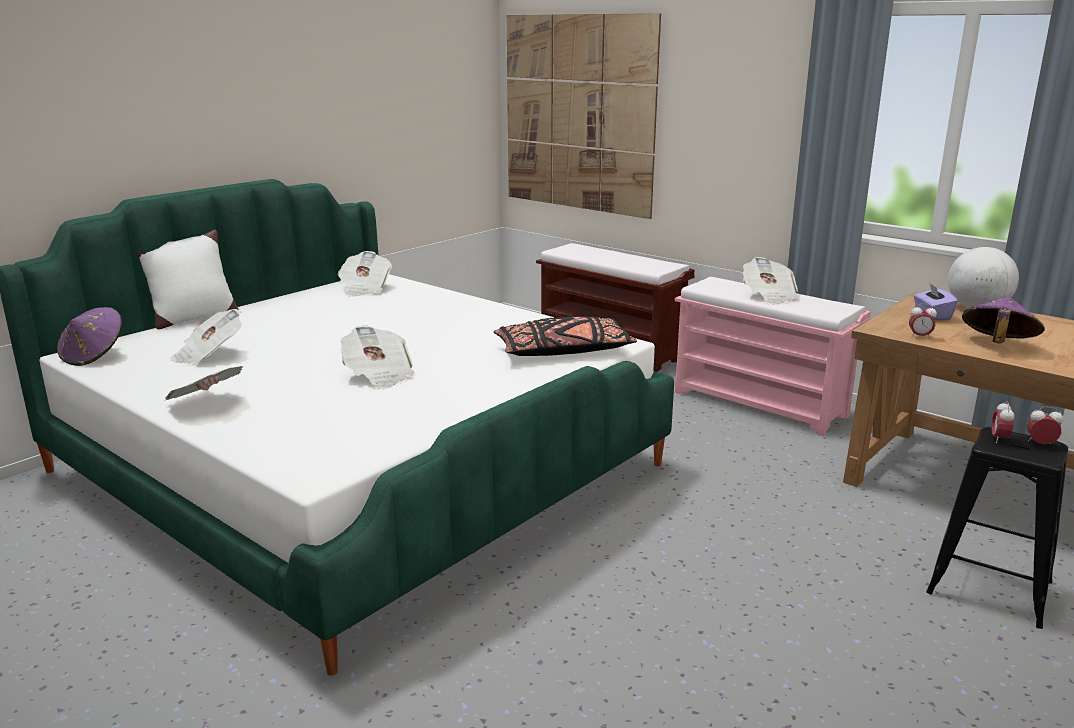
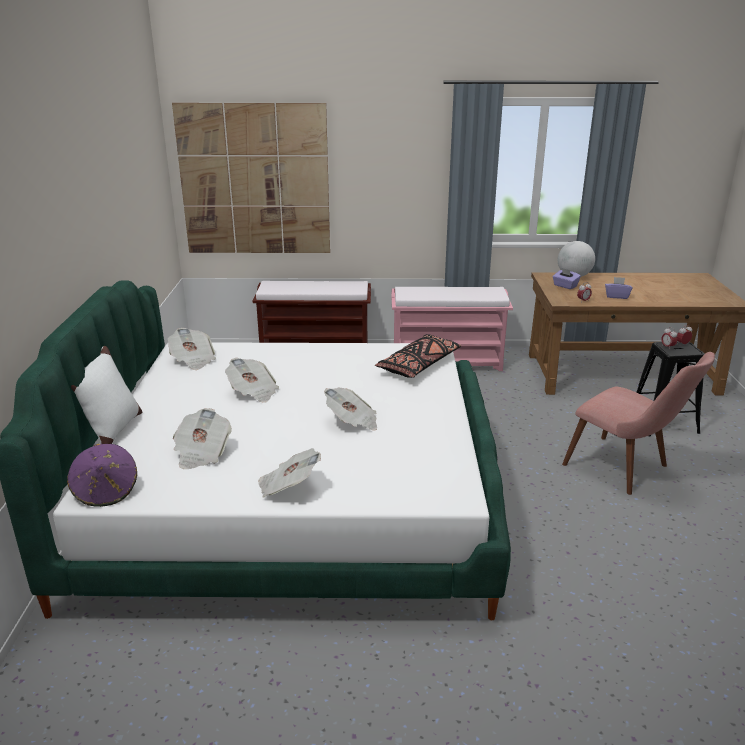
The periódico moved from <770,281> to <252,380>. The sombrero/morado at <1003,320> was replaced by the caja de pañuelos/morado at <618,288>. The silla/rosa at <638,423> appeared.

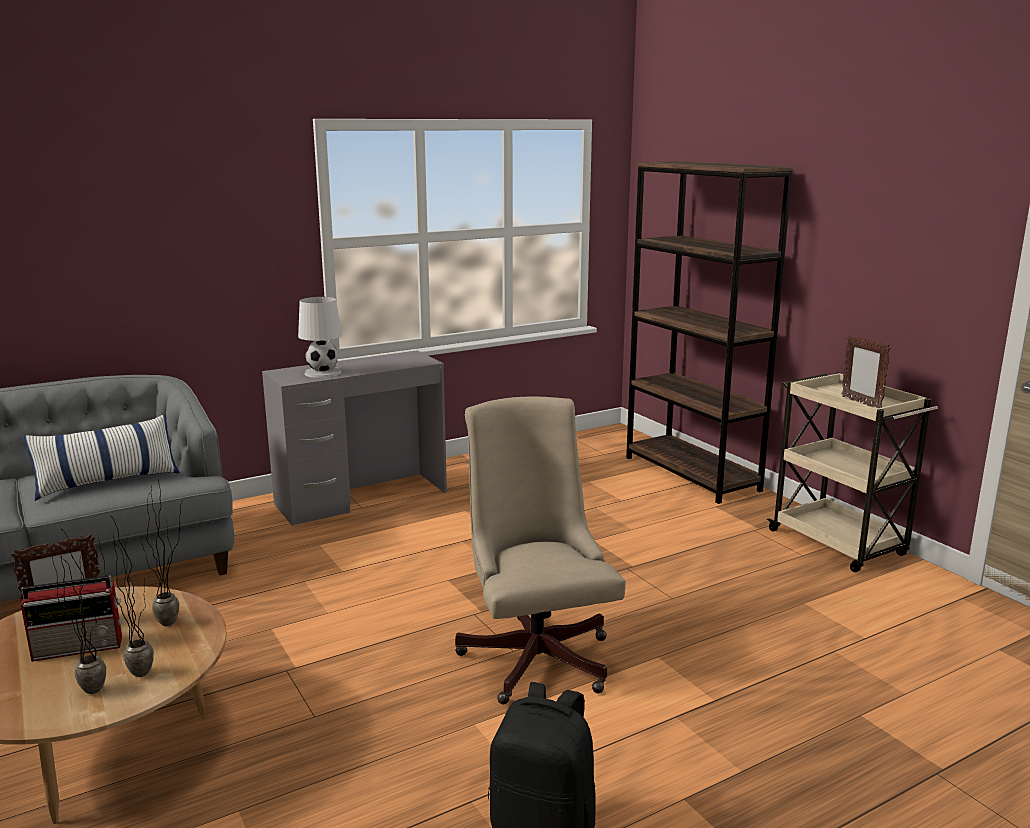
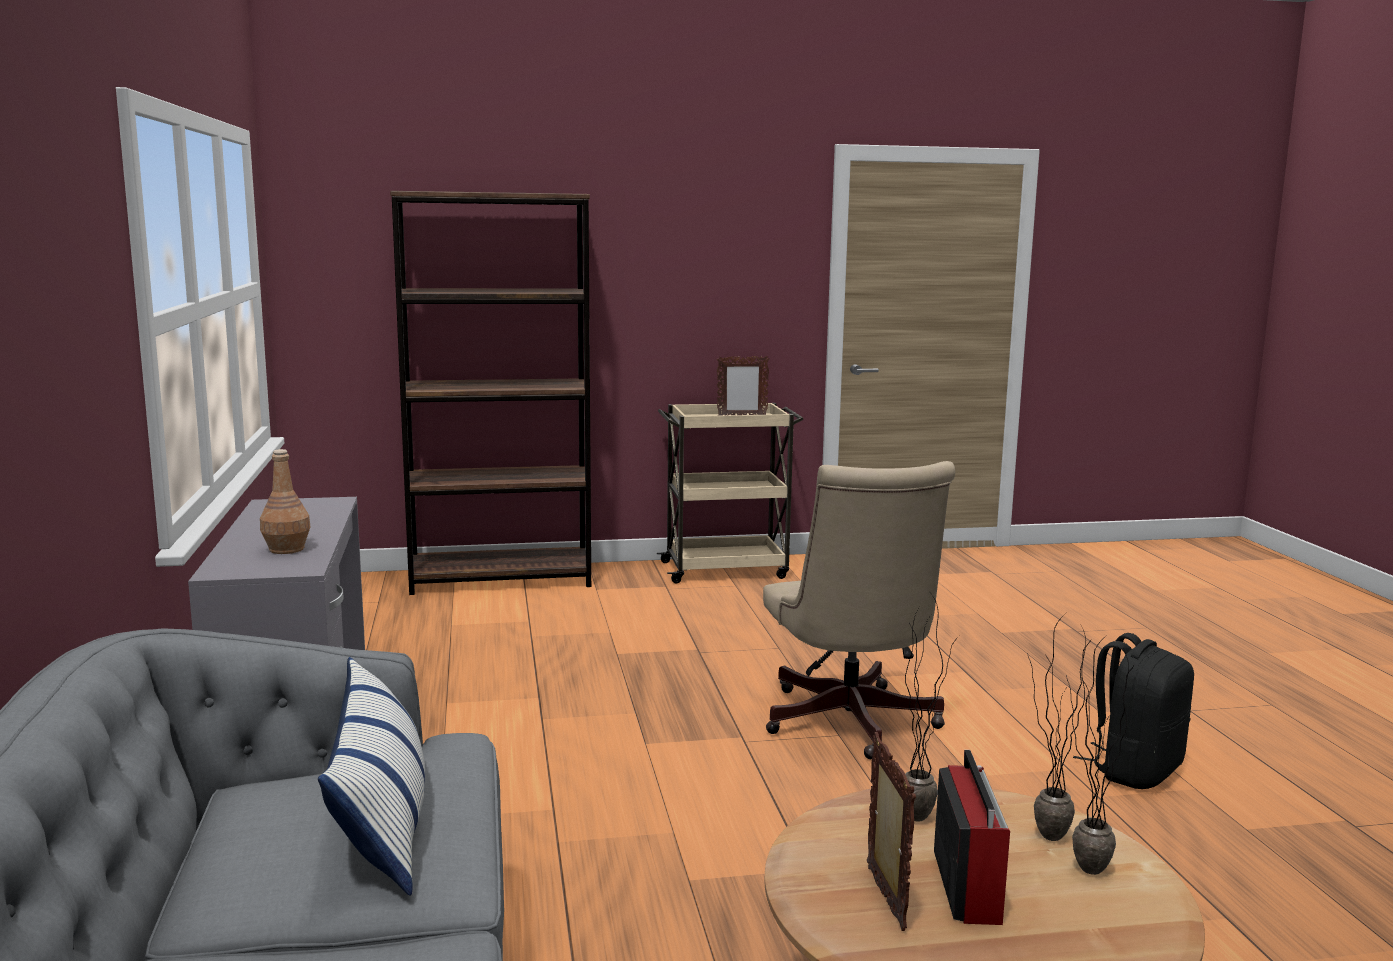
The lámpara de mesa/blanco at <320,337> was replaced by the botella/marrón at <285,501>. The silla de oficina/beis at <540,551> turned 105 degrees counterclockwise.

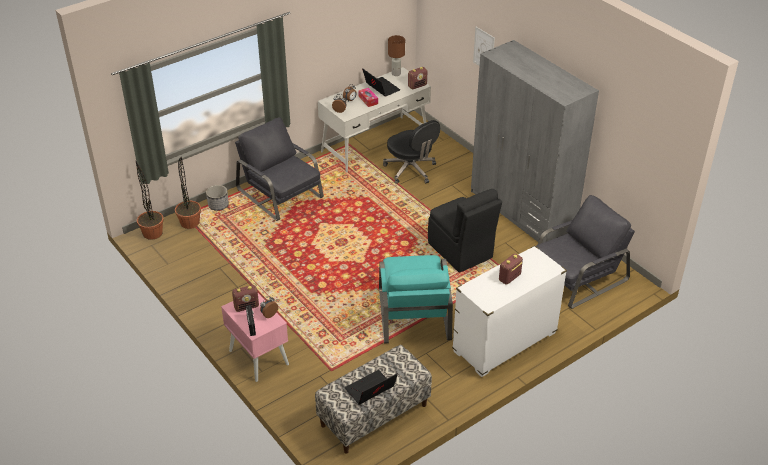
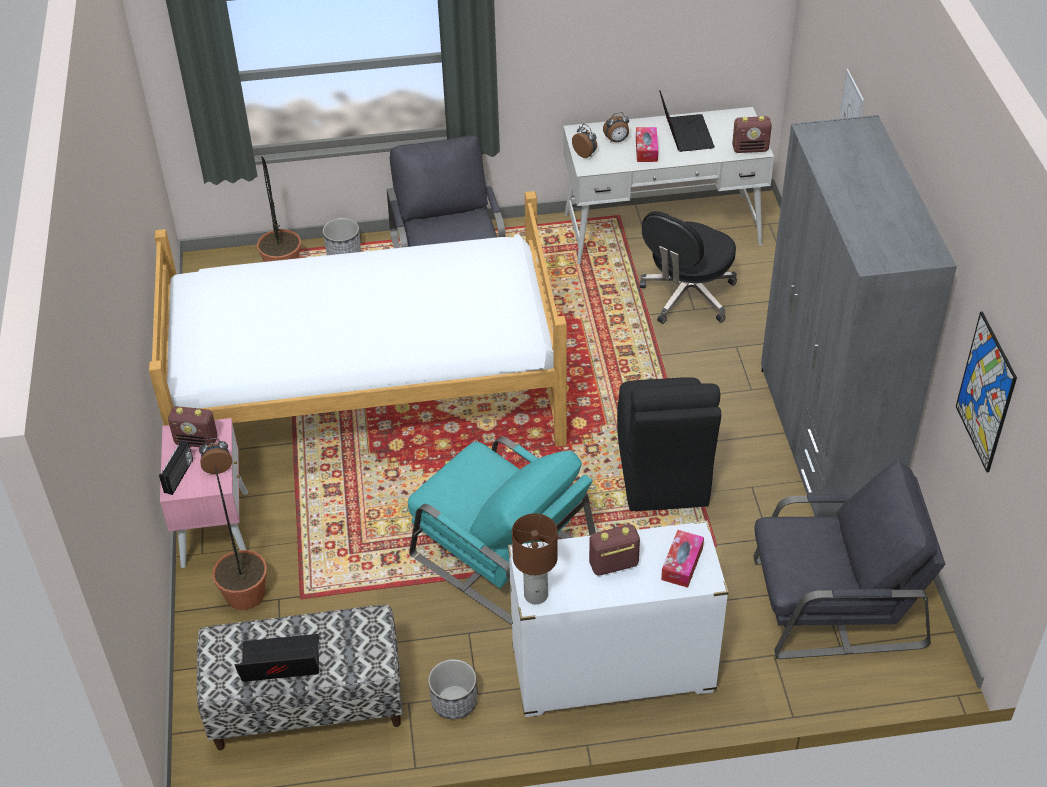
The lámpara de mesa/marrón moved from <396,55> to <535,558>. The silla de oficina/negro at <411,152> turned 45 degrees clockwise. The planta en maceta moved from <149,200> to <239,538>. The sillón/turquesa at <416,299> turned 75 degrees counterclockwise. The cama at <358,319> appeared. The cuadro at <986,392> appeared. The caja de pañuelos at <682,559> appeared. The maceta at <452,689> appeared.

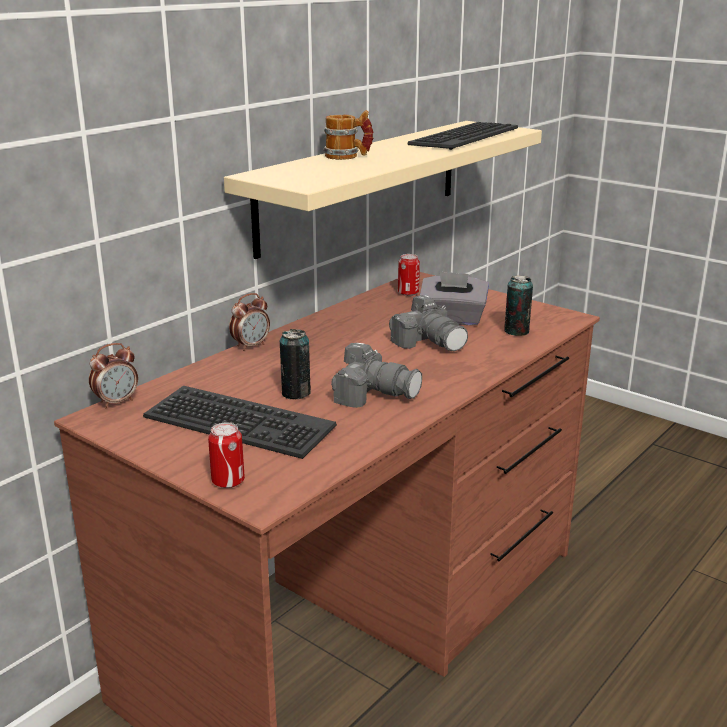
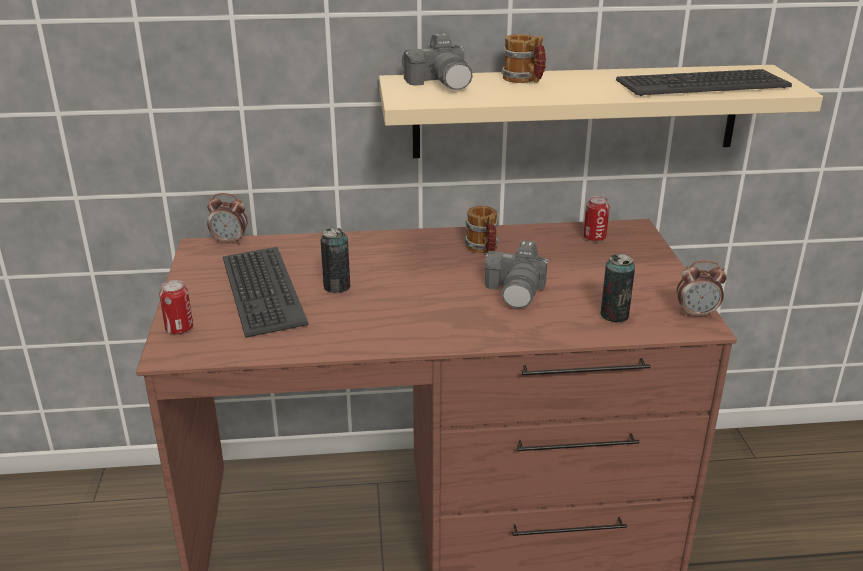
The caja de pañuelos/gris at <454,298> disappeared. The despertador moved from <249,322> to <702,289>. The cámara moved from <376,375> to <437,62>. The taza grande at <481,230> appeared.

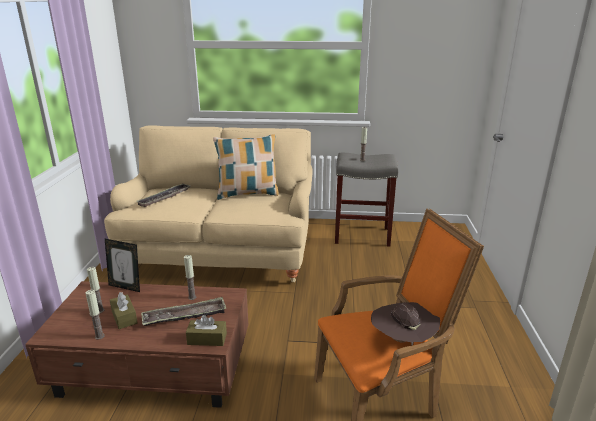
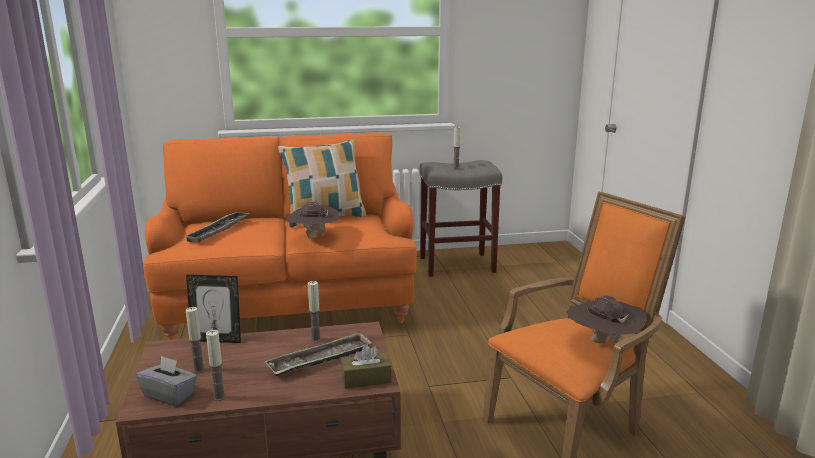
The sofá/beis at <208,203> became the sofá/naranja at <280,236>. The caja de pañuelos/marrón at <124,310> disappeared. The sombrero/marrón at <312,220> appeared. The caja de pañuelos/gris at <166,380> appeared.

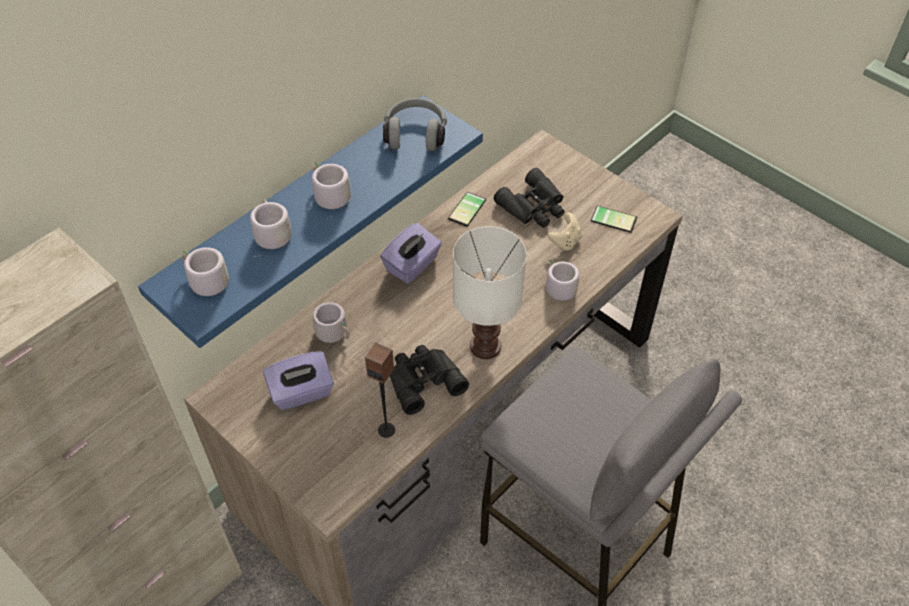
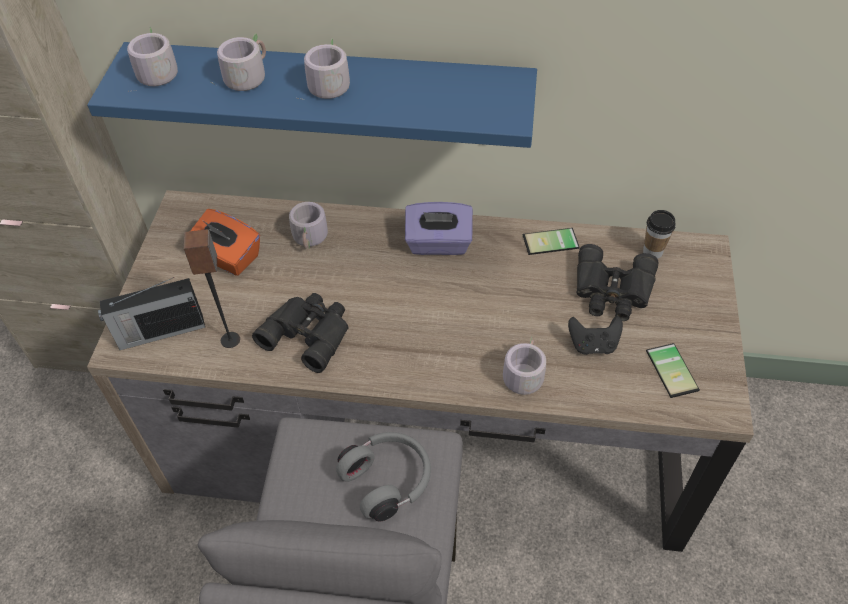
The auriculares/gris moved from <415,124> to <383,476>. The mando de consola/beis at <564,232> became the mando de consola/negro at <595,335>. The lámpara de mesa/blanco at <489,292> disappeared. The caja de pañuelos/morado at <298,380> became the caja de pañuelos/naranja at <225,242>. The taza at <659,234> appeared. The radio at <151,313> appeared.

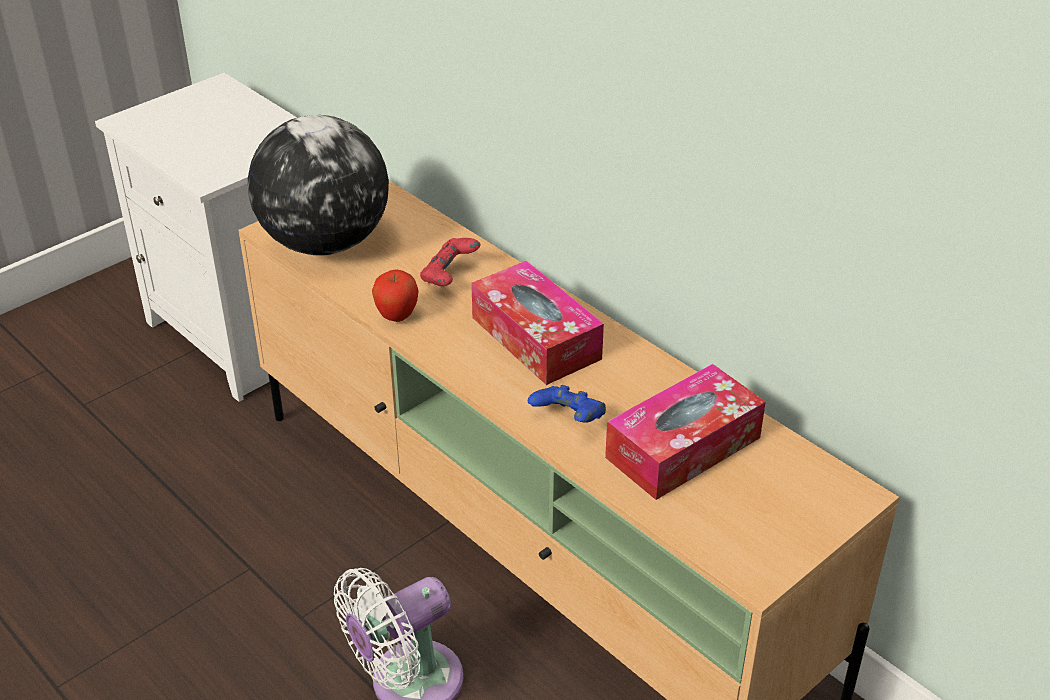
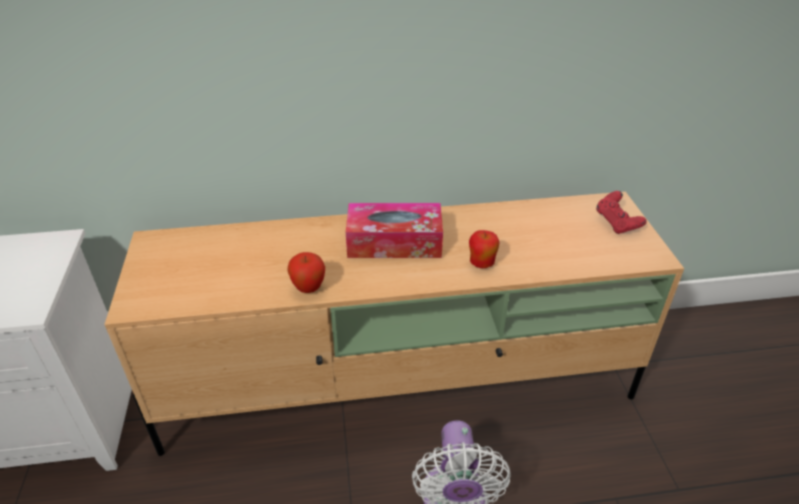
The globo terráqueo at <318,185> disappeared. The mando de consola/rojo moved from <450,262> to <621,212>. The caja de pañuelos at <685,432> disappeared. The mando de consola/azul at <567,404> was replaced by the manzana at <484,249>.

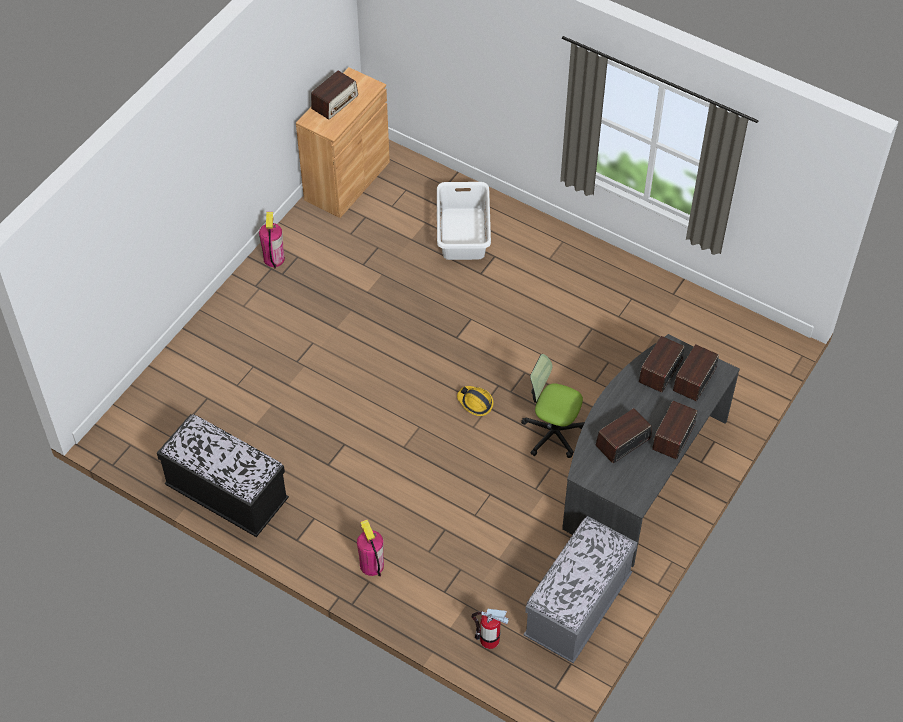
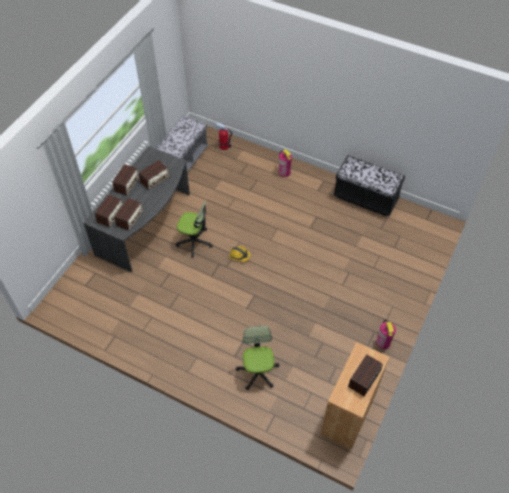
The cesto de la ropa/blanco at <464,221> was replaced by the silla de oficina at <258,358>.

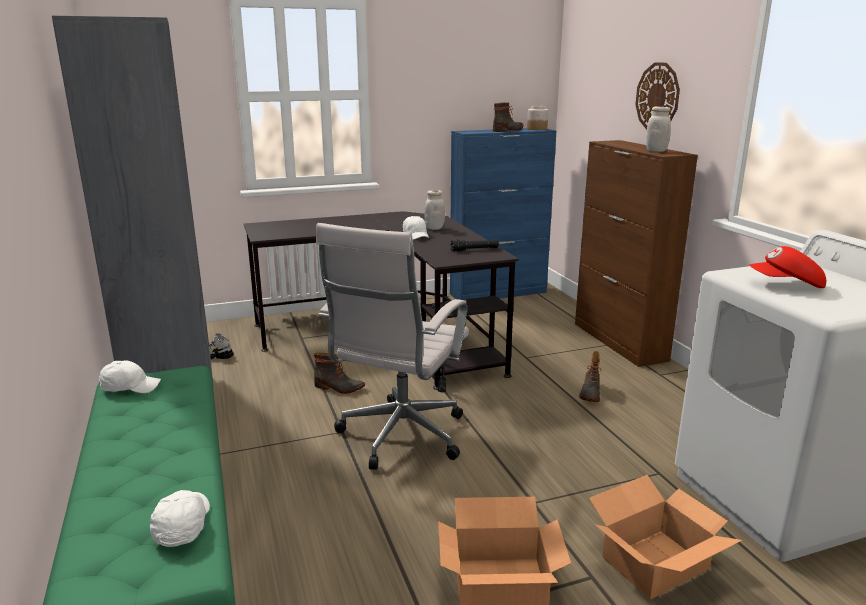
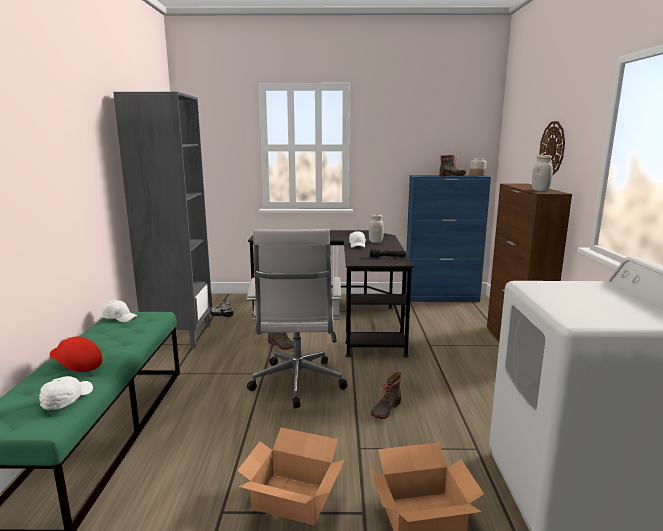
The silla de oficina/blanco at <392,346> turned 45 degrees counterclockwise. The gorra/rojo moved from <787,267> to <76,354>. The bota moved from <590,376> to <386,395>.

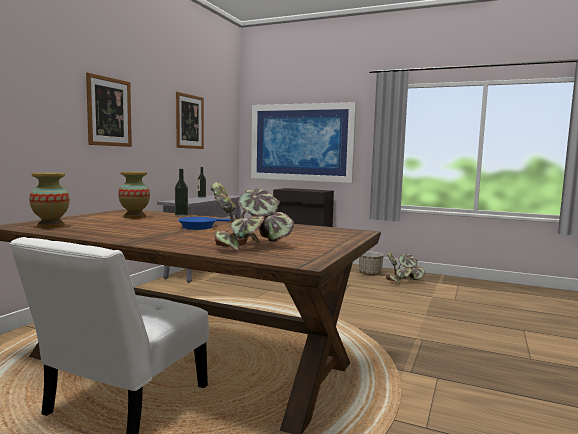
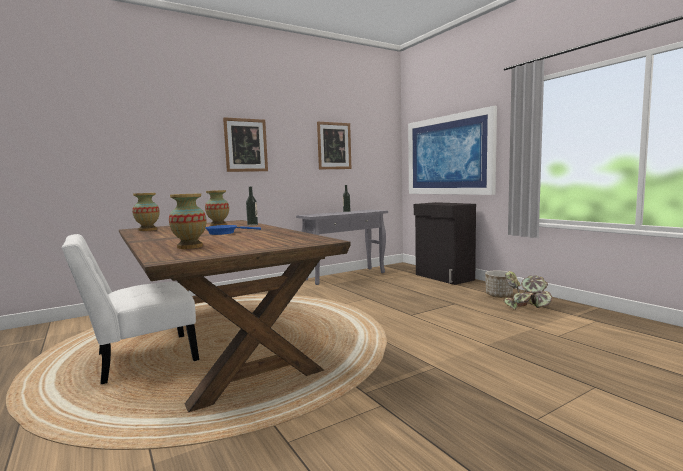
The planta en maceta at <252,216> was replaced by the florero at <187,221>.

